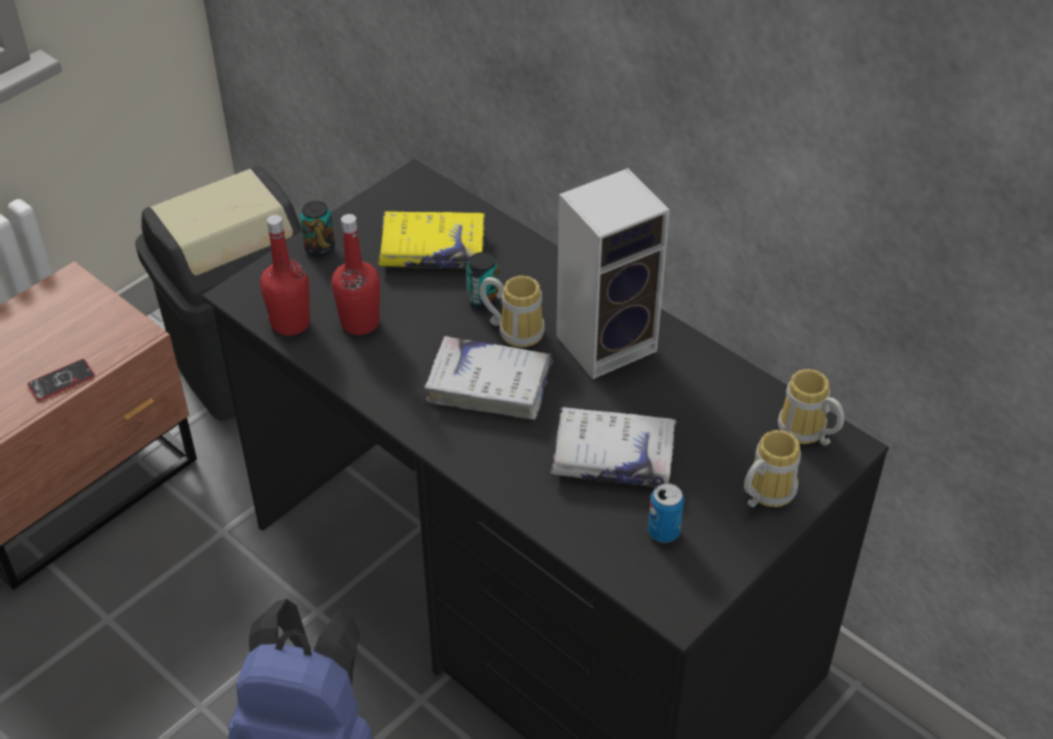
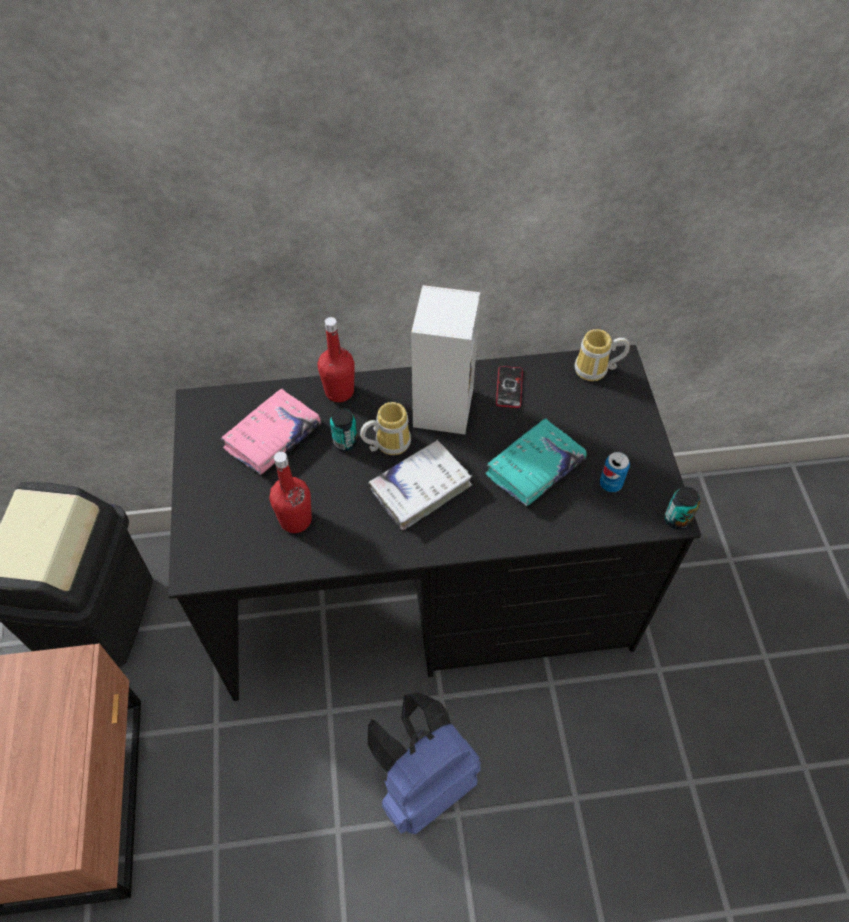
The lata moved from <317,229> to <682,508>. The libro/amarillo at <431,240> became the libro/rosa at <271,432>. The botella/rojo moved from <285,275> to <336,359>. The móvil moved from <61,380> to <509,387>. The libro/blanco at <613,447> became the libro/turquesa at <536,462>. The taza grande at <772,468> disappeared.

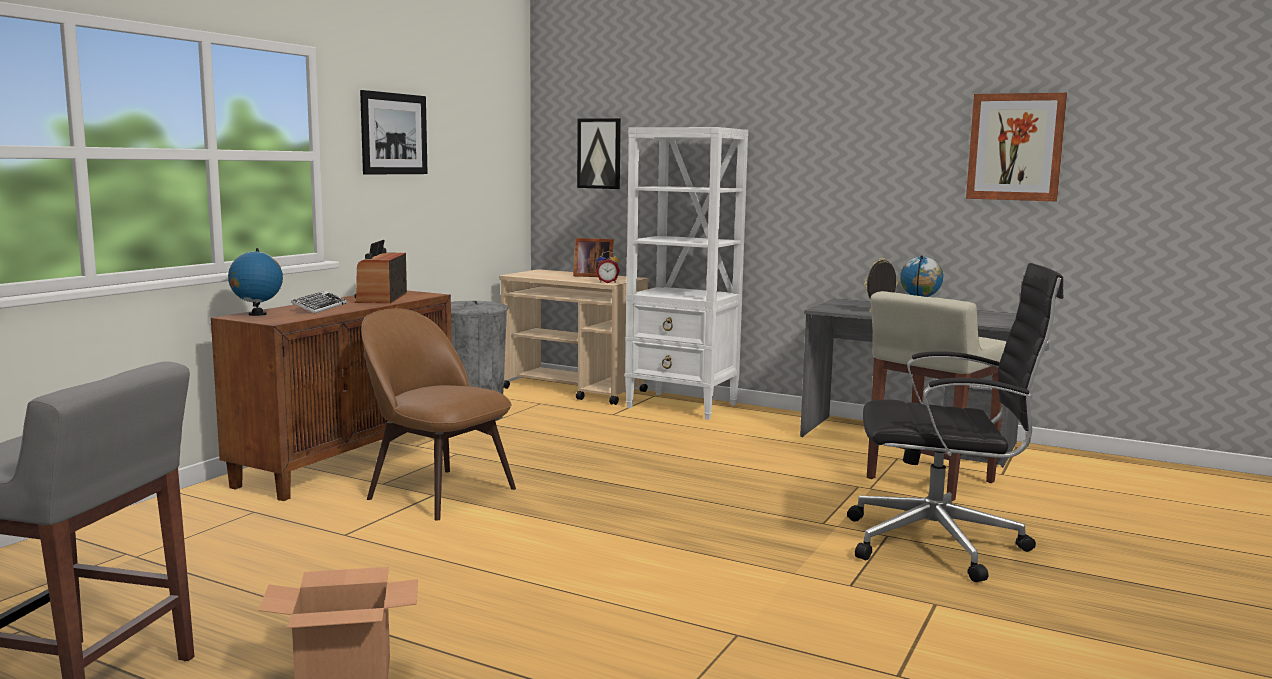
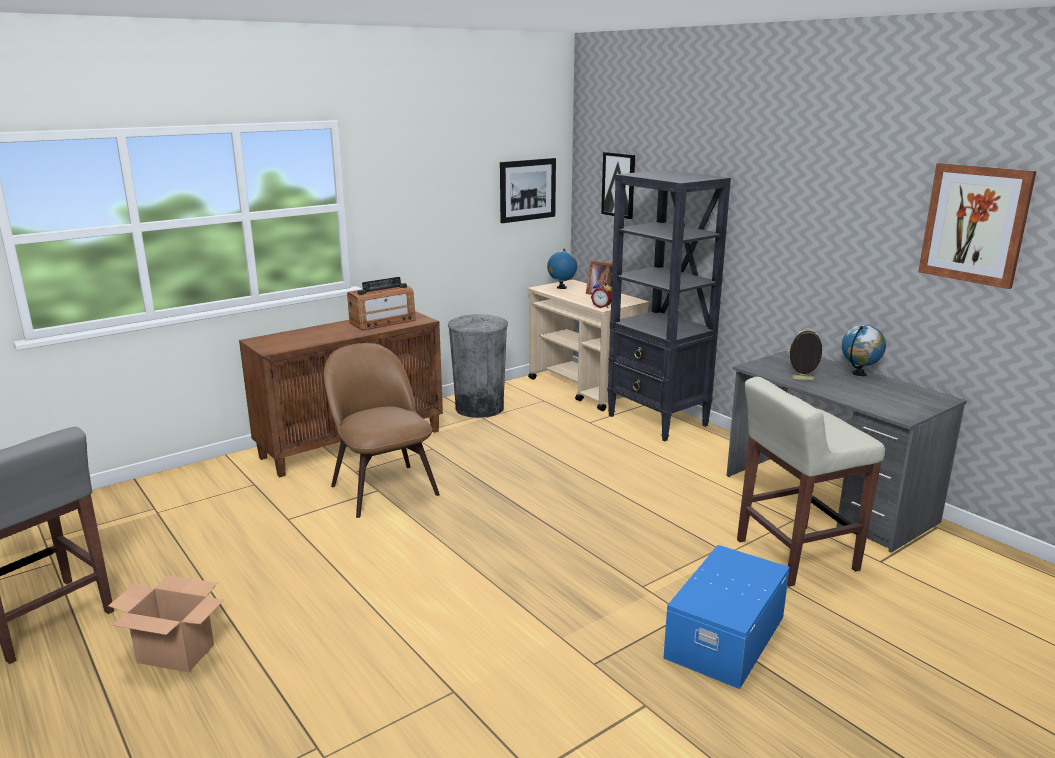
The cuadro moved from <394,132> to <528,190>. The estantería/blanco at <686,273> became the estantería/negro at <669,305>. The radio at <380,272> turned 150 degrees counterclockwise. The globo terráqueo moved from <255,282> to <562,269>. The silla de oficina/negro at <955,422> was replaced by the caja de almacenaje/azul at <727,617>. The teclado at <319,302> disappeared.

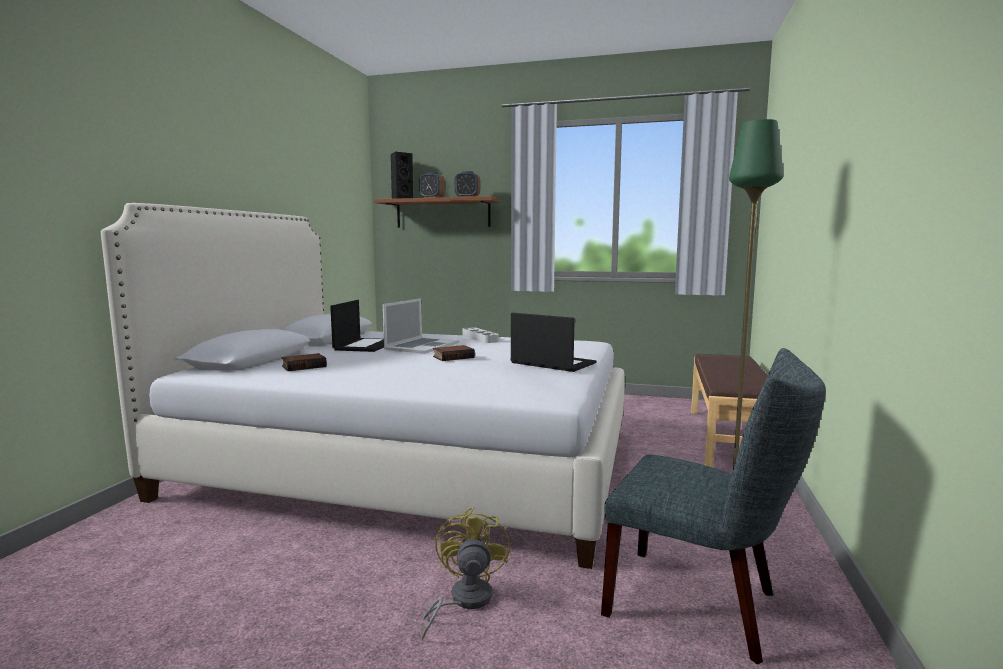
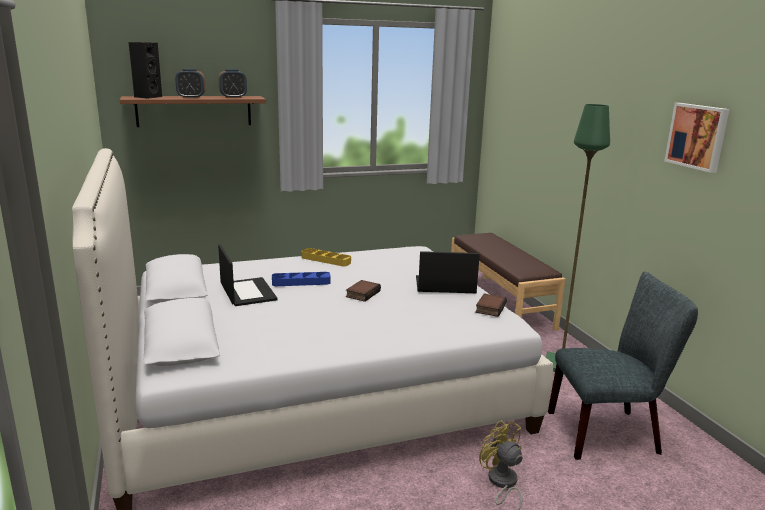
The portátil at <421,326> was replaced by the bandeja/azul at <301,279>. The bandeja/gris at <480,335> became the bandeja/amarillo at <326,257>. The libro moved from <304,362> to <491,305>. The cuadro at <697,138> appeared.

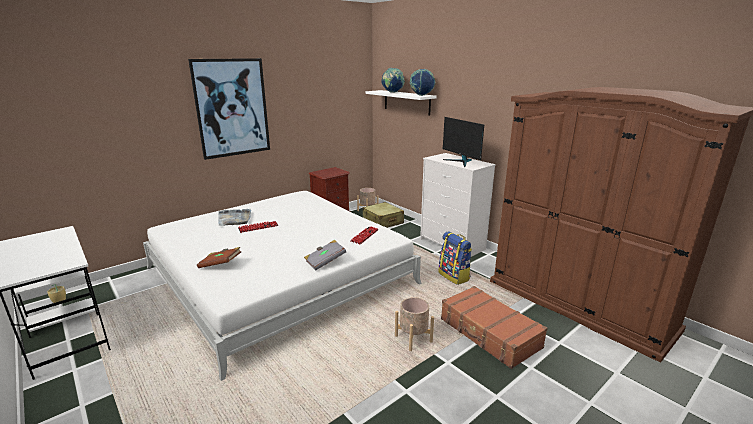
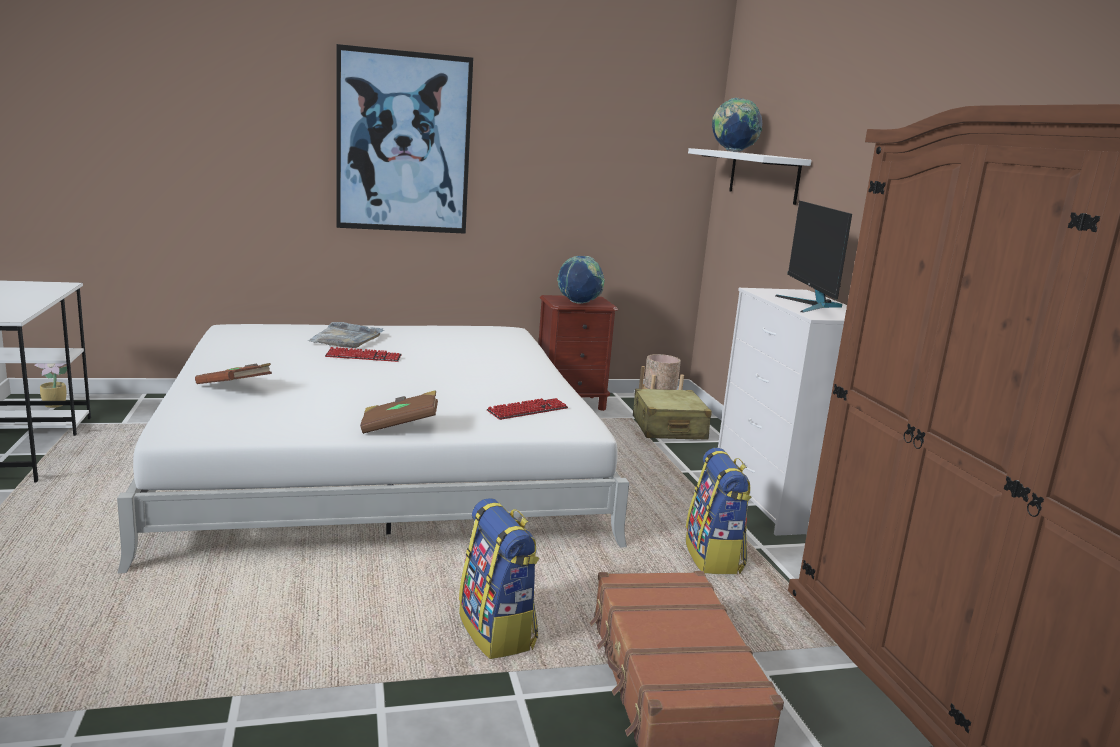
The globo terráqueo moved from <422,82> to <581,280>. The libro/gris at <325,255> became the libro/marrón at <399,412>. The maceta/beis at <414,324> was replaced by the mochila at <499,578>.

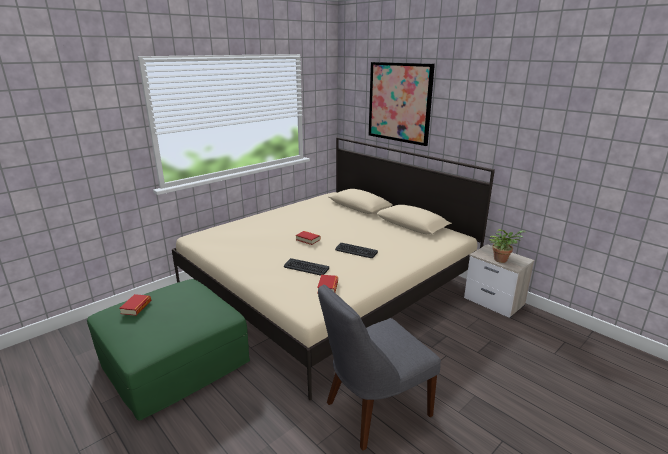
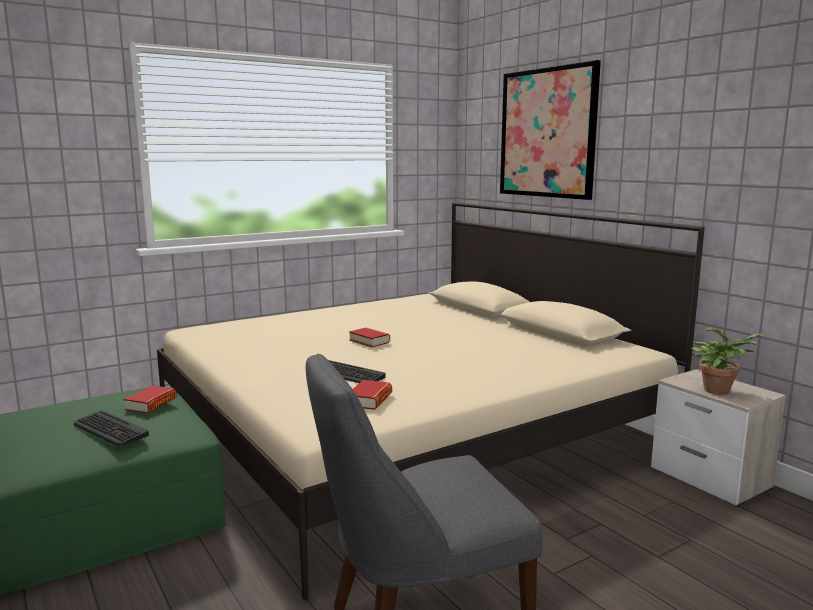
The teclado moved from <356,250> to <111,428>. The libro moved from <135,305> to <150,399>.

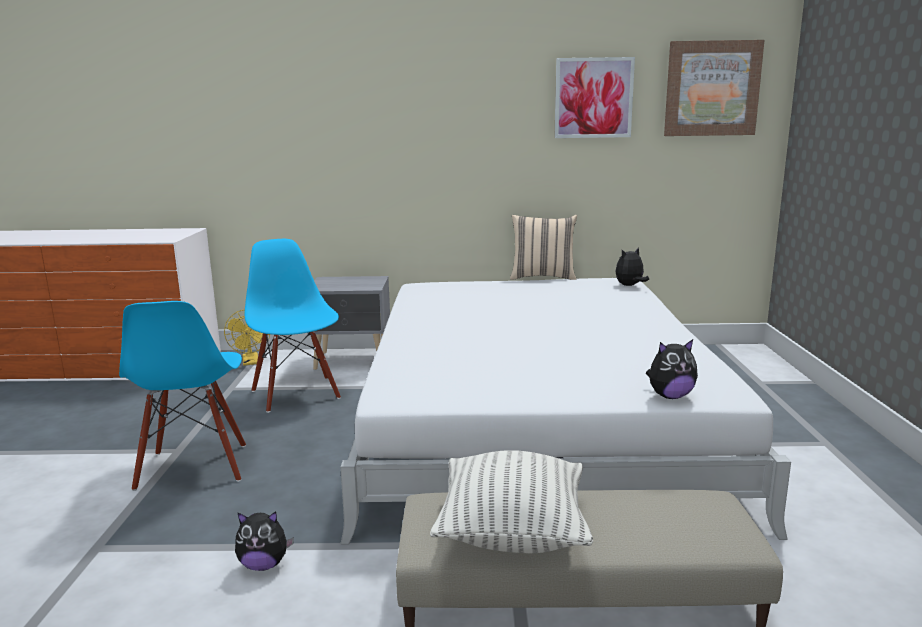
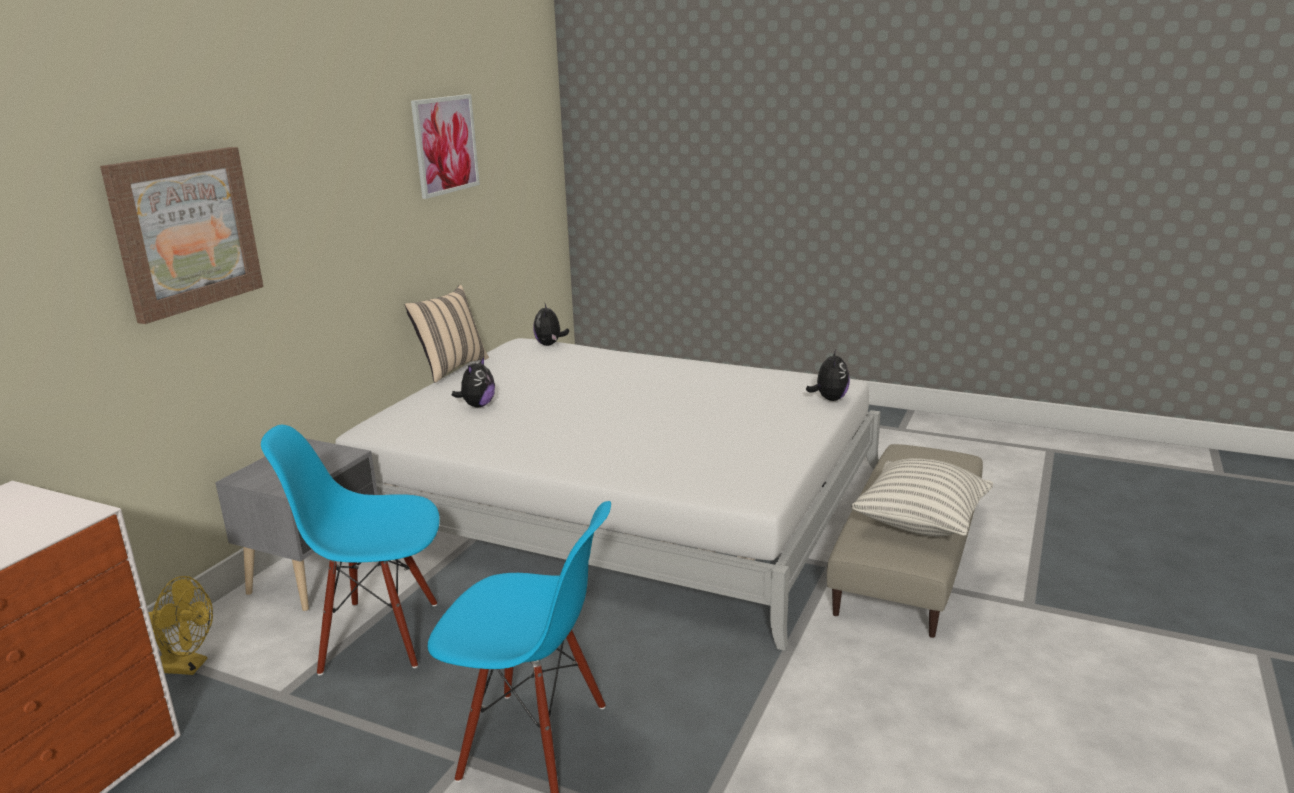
The cuadro moved from <714,88> to <182,235>. The peluche moved from <264,541> to <473,382>.

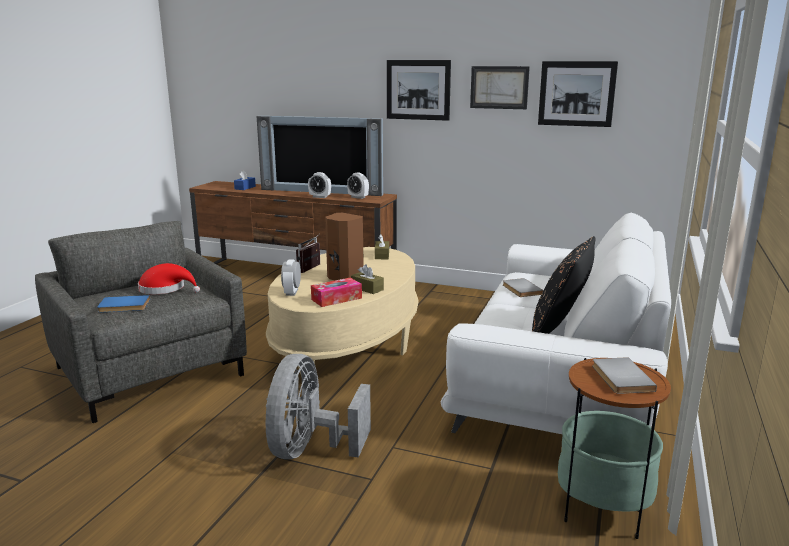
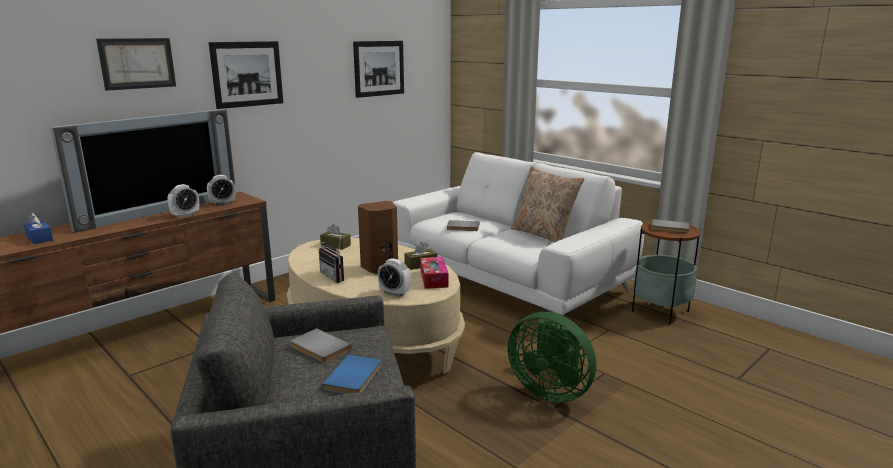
The cuadro moved from <500,87> to <136,64>. The cojín/negro at <563,285> became the cojín/beis at <547,204>. The sombrero/rojo at <169,278> was replaced by the libro/gris at <321,345>. The ventilador/gris at <318,406> became the ventilador/verde at <552,357>.

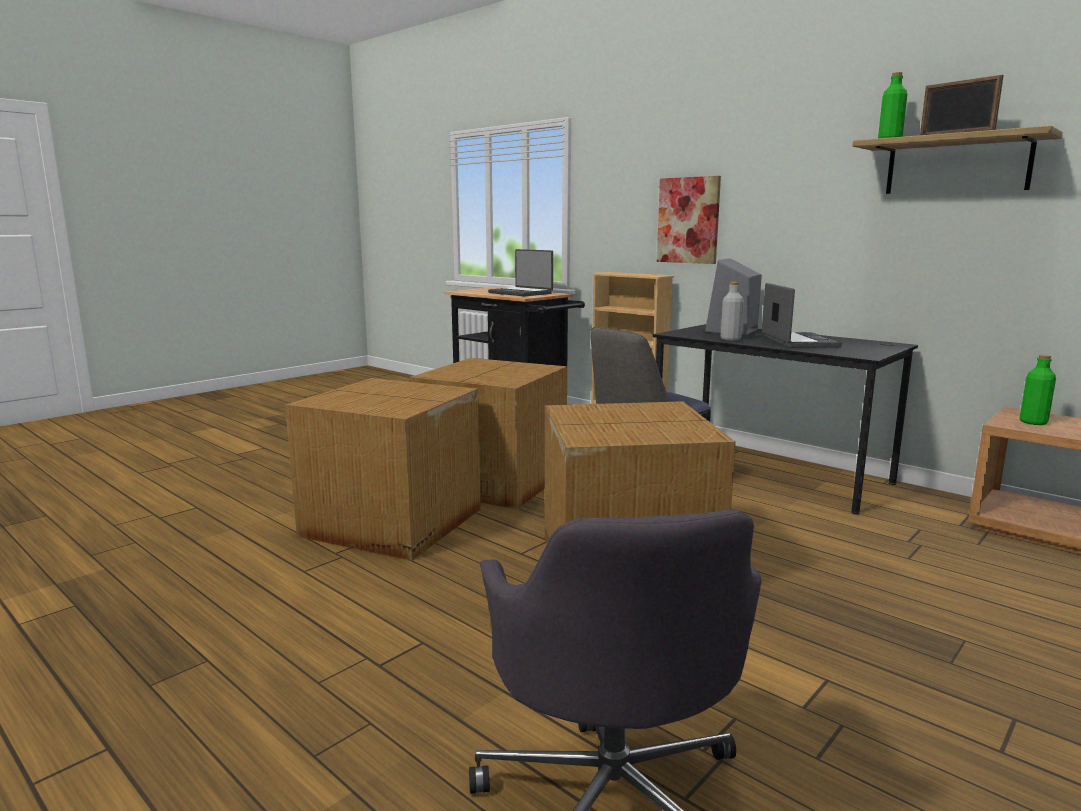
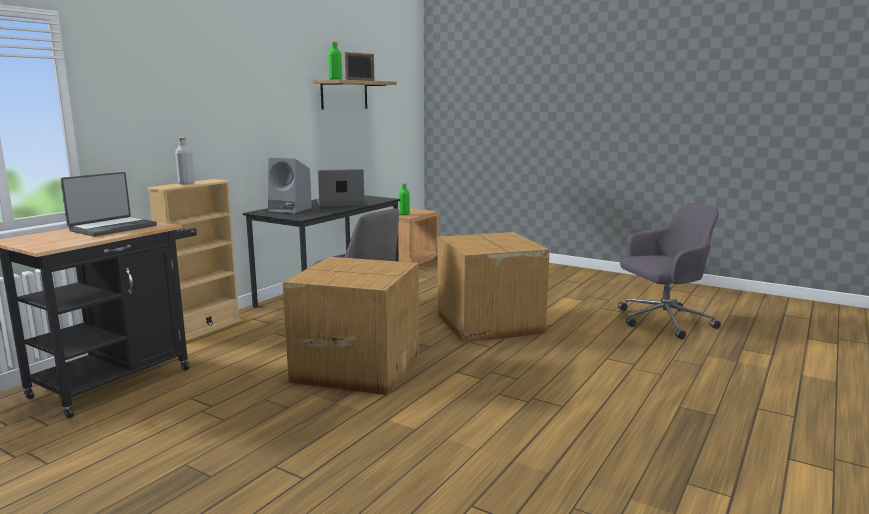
The cuadro at <689,220> disappeared. The botella/gris moved from <732,311> to <185,161>. The caja de cartón at <383,469> disappeared.

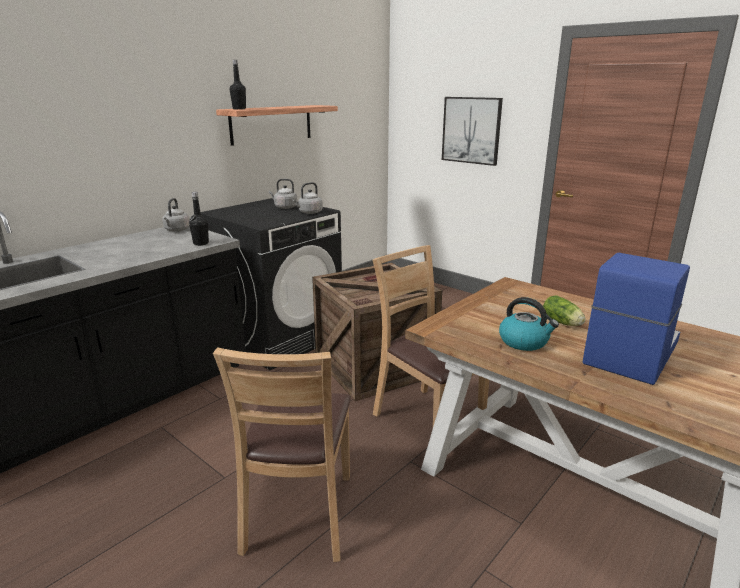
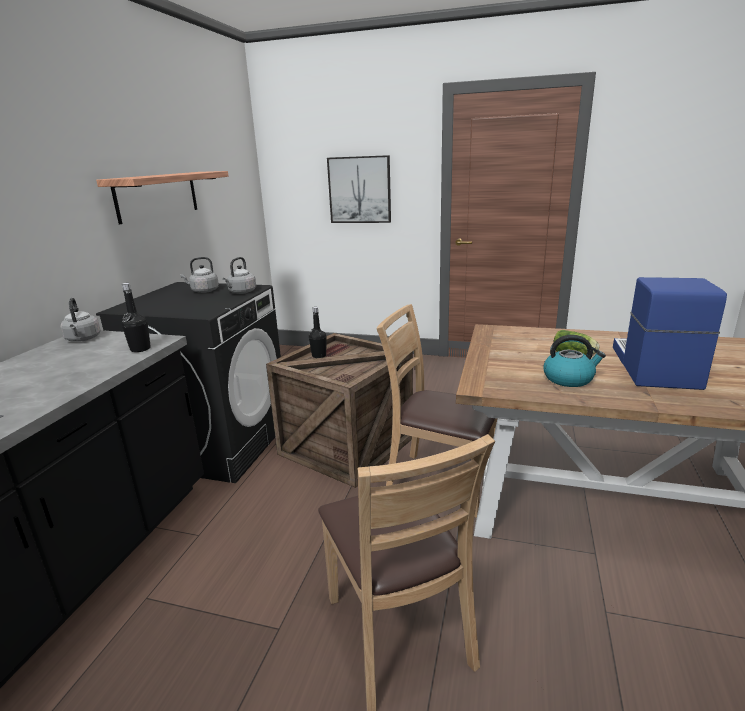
The botella/negro moved from <238,85> to <317,332>.

